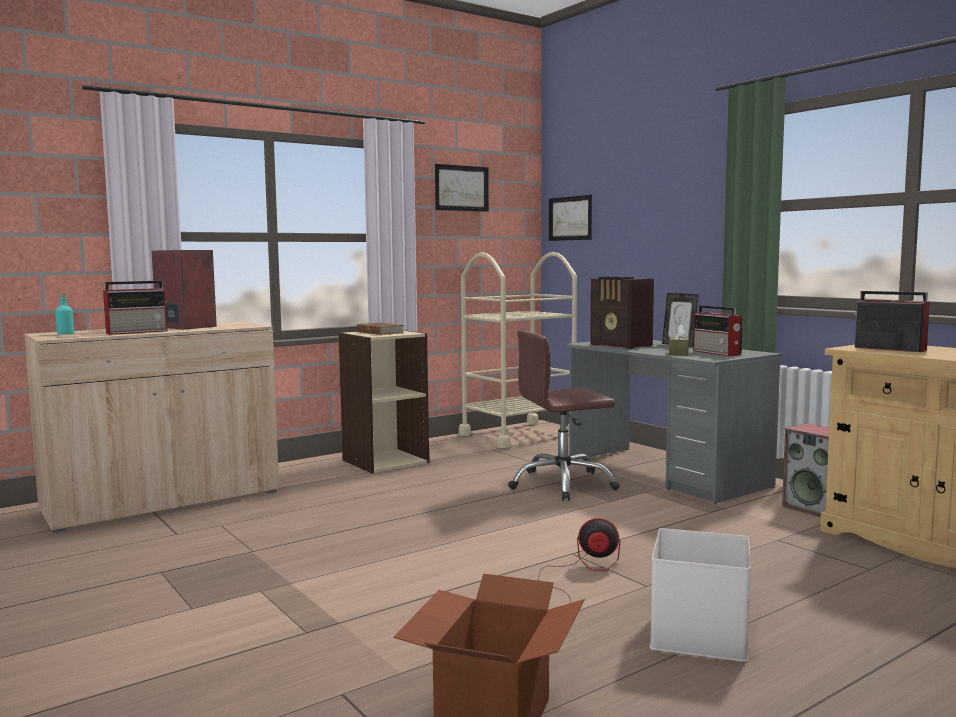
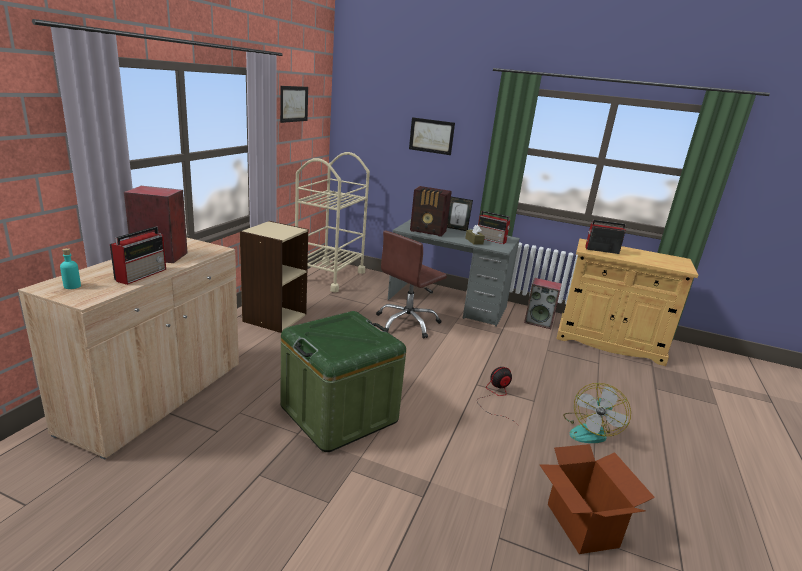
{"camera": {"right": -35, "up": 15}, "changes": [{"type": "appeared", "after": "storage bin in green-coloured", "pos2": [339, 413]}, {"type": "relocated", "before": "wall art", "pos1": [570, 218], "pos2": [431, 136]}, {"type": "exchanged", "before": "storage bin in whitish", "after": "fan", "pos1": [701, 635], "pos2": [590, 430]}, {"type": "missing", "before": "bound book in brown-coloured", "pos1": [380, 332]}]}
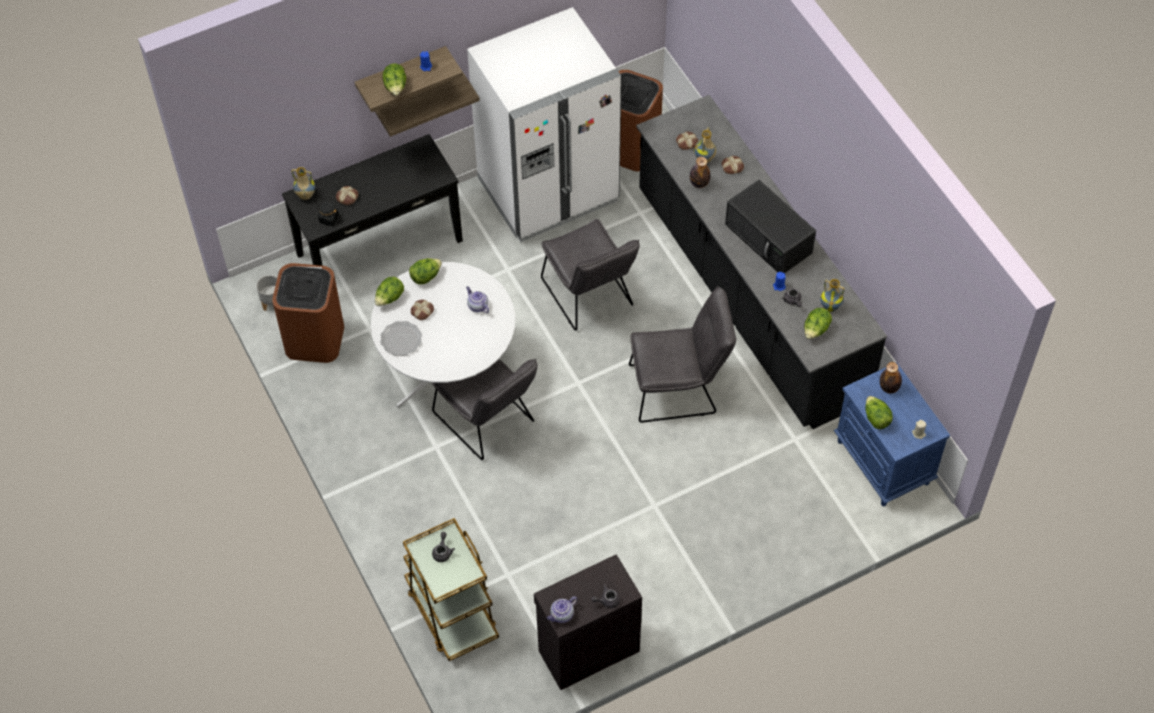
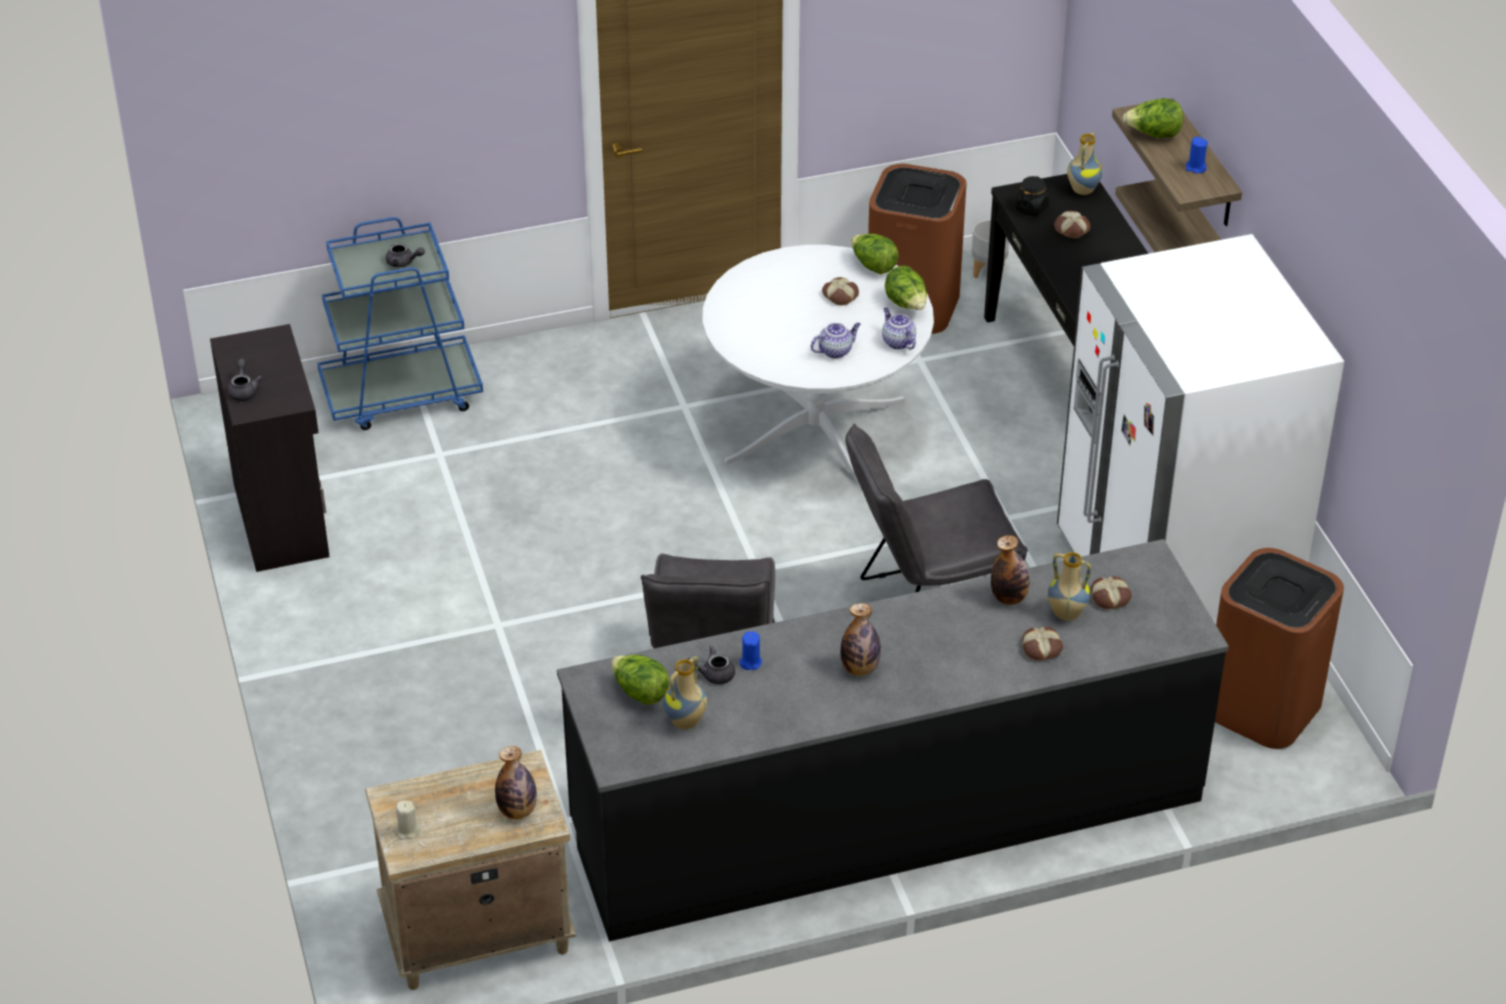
{"camera": {"right": 100, "up": -15}, "changes": [{"type": "colour", "before": "cart in brown-coloured", "after": "cart in blue-coloured", "pos1": [452, 612], "pos2": [402, 394]}, {"type": "colour", "before": "nightstand in blue-coloured", "after": "nightstand in beige", "pos1": [884, 462], "pos2": [476, 934]}, {"type": "exchanged", "before": "microwave in black-coloured", "after": "beverage bottle", "pos1": [769, 239], "pos2": [860, 668]}, {"type": "relocated", "before": "teapot", "pos1": [561, 615], "pos2": [897, 342]}, {"type": "missing", "before": "dinner plate", "pos1": [400, 339]}, {"type": "missing", "before": "upright chair in grey", "pos1": [488, 421]}, {"type": "missing", "before": "lettuce head", "pos1": [876, 418]}]}
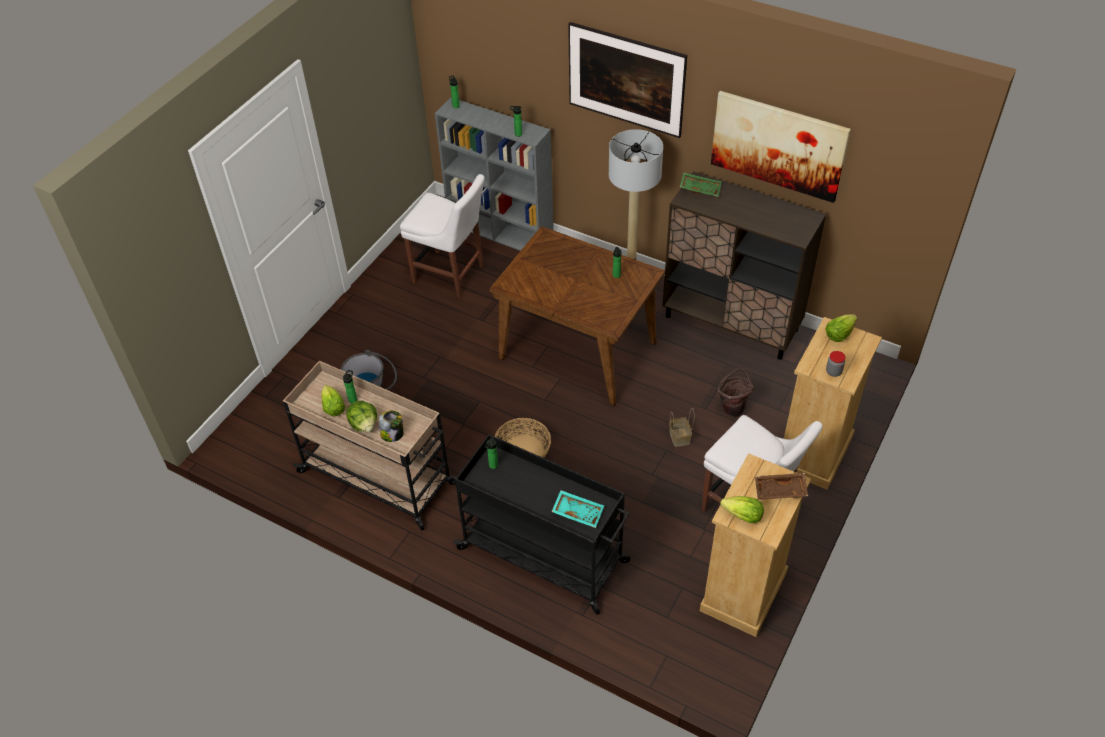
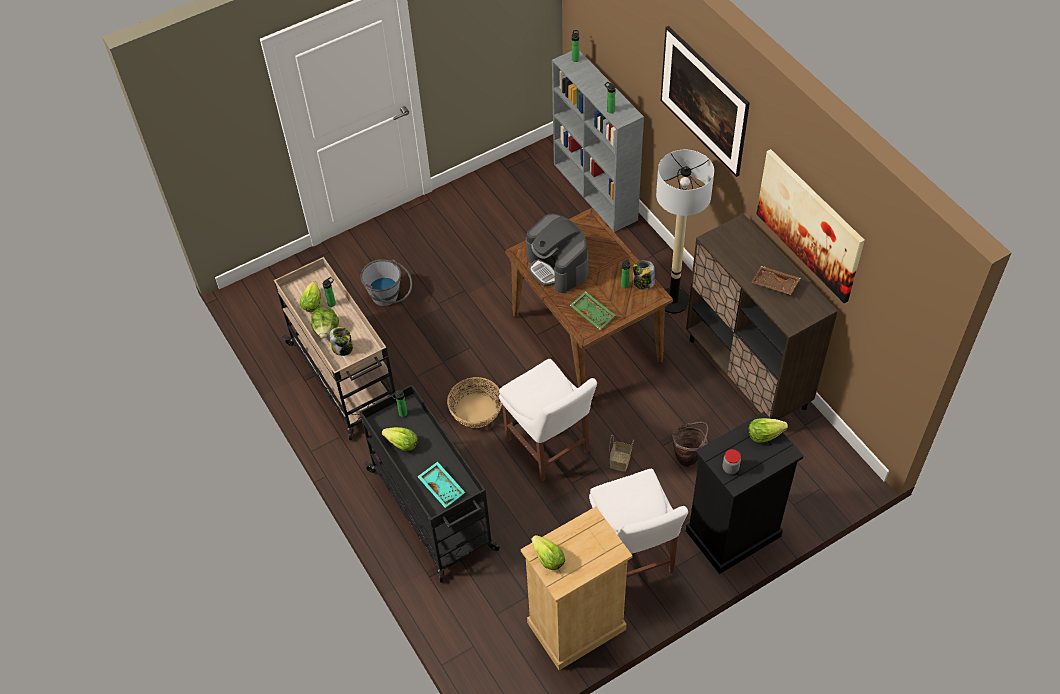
{"camera": {"right": 30, "up": 5}, "changes": [{"type": "appeared", "after": "lettuce head", "pos2": [402, 444]}, {"type": "relocated", "before": "upright chair in whitish", "pos1": [451, 275], "pos2": [549, 448]}, {"type": "appeared", "after": "coffee maker", "pos2": [557, 267]}, {"type": "relocated", "before": "carrying tray in green-coloured", "pos1": [700, 188], "pos2": [593, 313]}, {"type": "appeared", "after": "storage jar", "pos2": [643, 283]}, {"type": "colour", "before": "drawer chest in beige", "after": "drawer chest in black-coloured", "pos1": [814, 453], "pos2": [733, 534]}, {"type": "relocated", "before": "carrying tray in brown-coloured", "pos1": [780, 491], "pos2": [774, 285]}]}
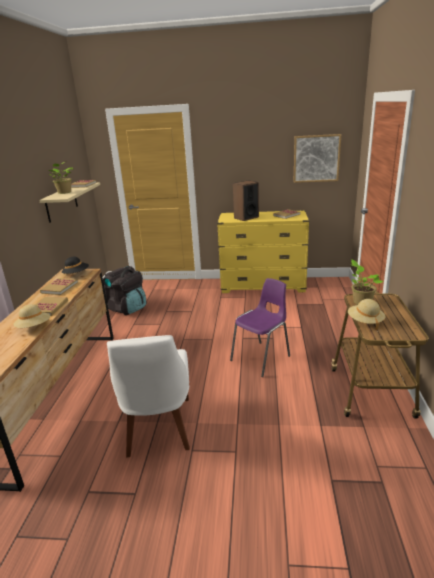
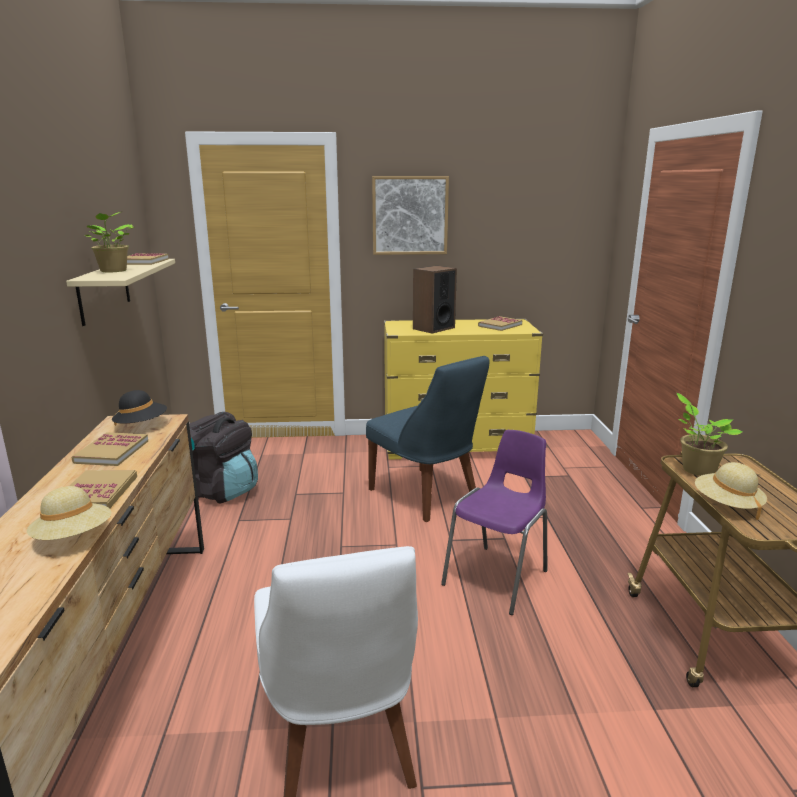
{"camera": {"right": -10, "up": -5}, "changes": [{"type": "appeared", "after": "upright chair in blue-coloured", "pos2": [426, 496]}, {"type": "relocated", "before": "wall art", "pos1": [316, 158], "pos2": [410, 215]}]}
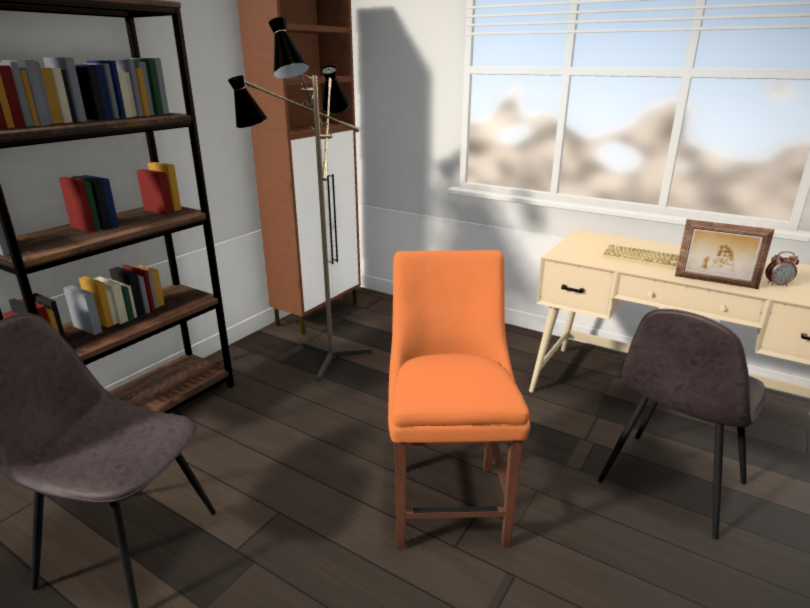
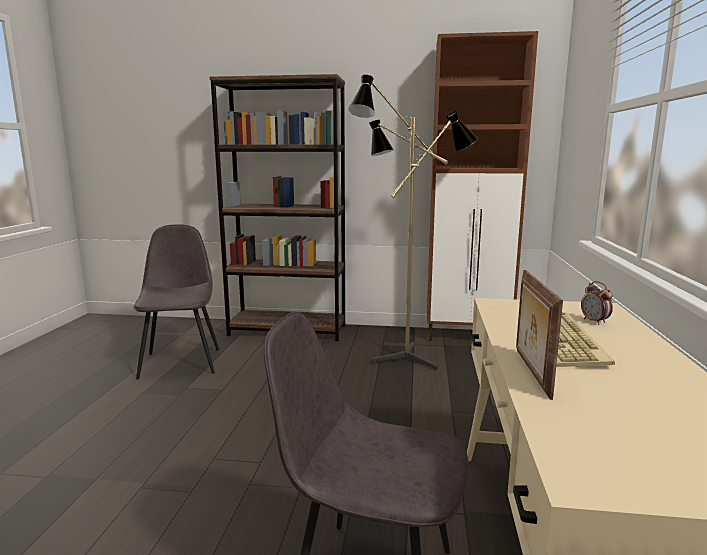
{"camera": {"right": 65, "up": -10}, "changes": [{"type": "relocated", "before": "table clock", "pos1": [777, 285], "pos2": [594, 321]}, {"type": "missing", "before": "upright chair in orangey", "pos1": [448, 499]}]}
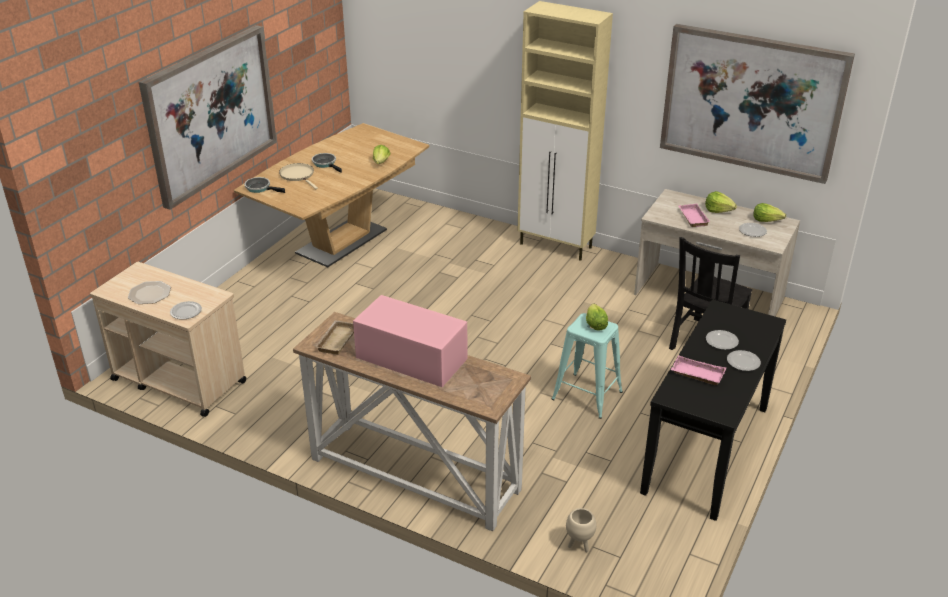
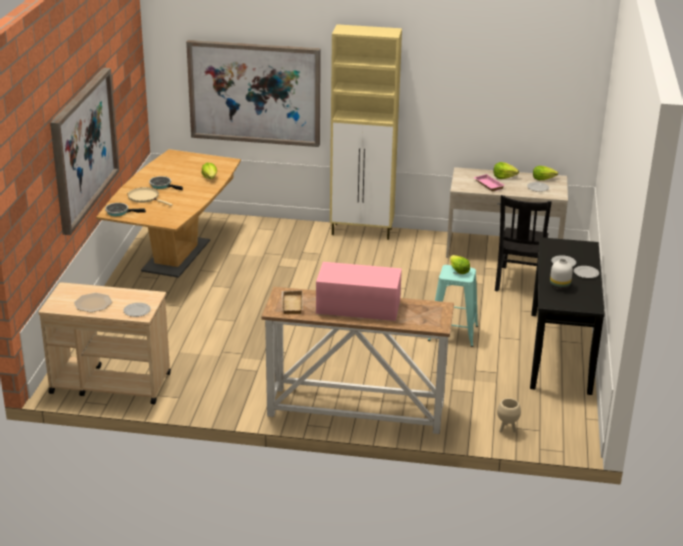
{"camera": {"right": -20, "up": -5}, "changes": [{"type": "relocated", "before": "wall art", "pos1": [752, 102], "pos2": [254, 92]}, {"type": "exchanged", "before": "carrying tray in pinkish", "after": "flower vase in whitish", "pos1": [696, 374], "pos2": [559, 286]}]}
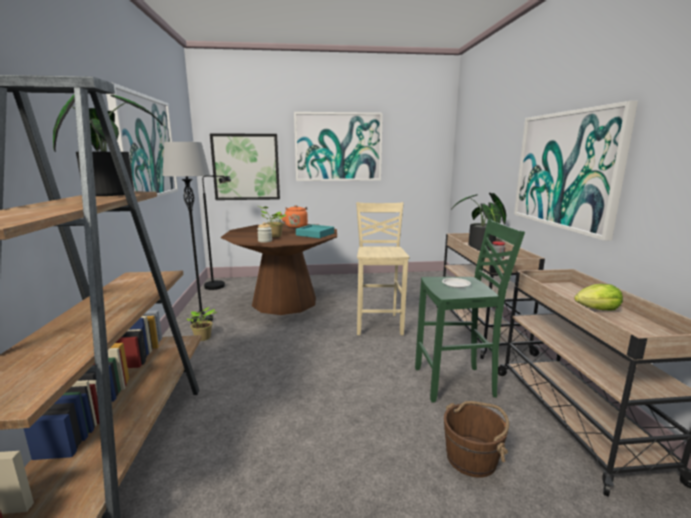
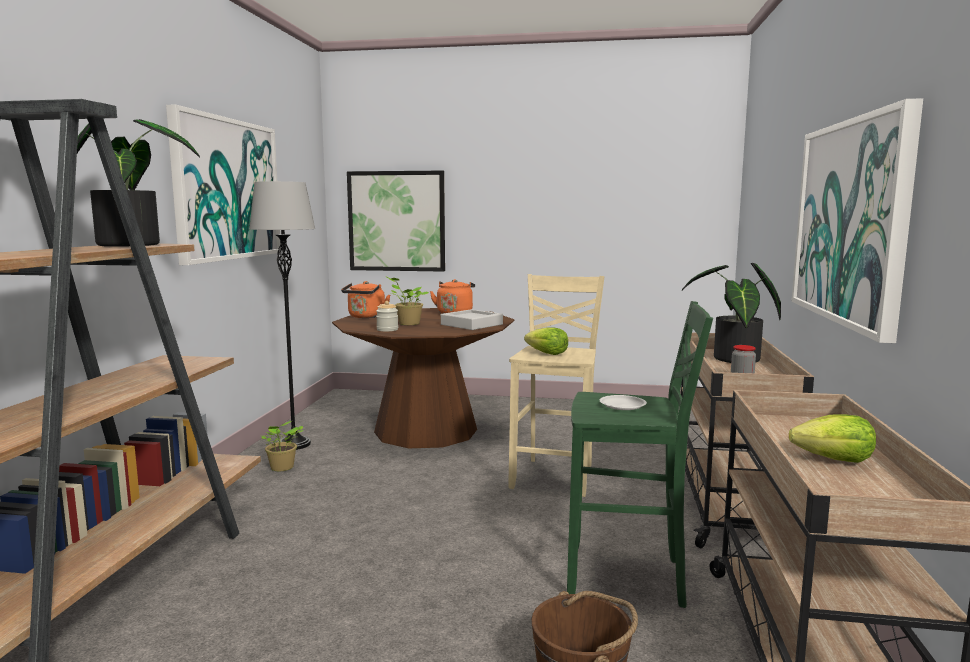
{"camera": {"right": 15, "up": -5}, "changes": [{"type": "appeared", "after": "kettle in orangey", "pos2": [366, 317]}, {"type": "colour", "before": "carrying tray in turquoise", "after": "carrying tray in grey", "pos1": [315, 234], "pos2": [471, 324]}, {"type": "appeared", "after": "lettuce head", "pos2": [547, 353]}, {"type": "missing", "before": "standard lamp in black-coloured", "pos1": [219, 287]}, {"type": "missing", "before": "wall art", "pos1": [338, 147]}]}
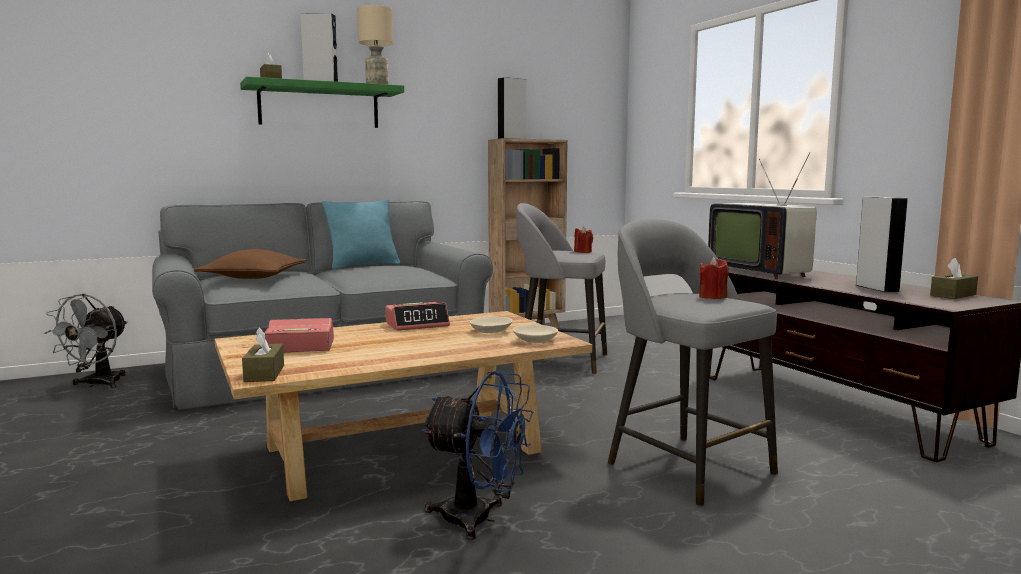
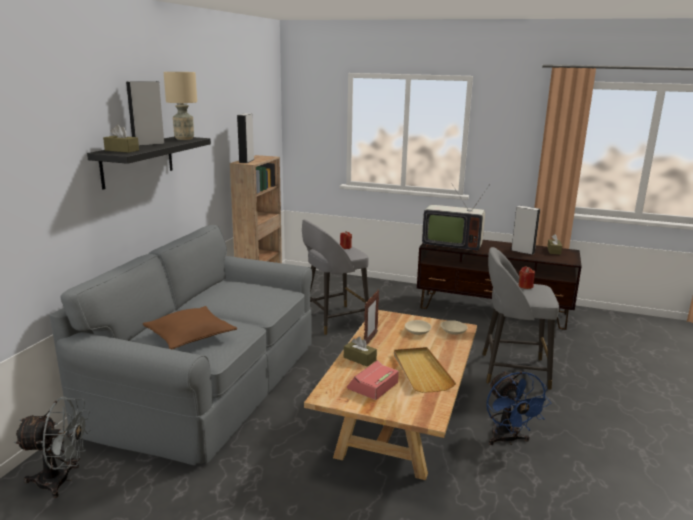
{"camera": {"right": -45, "up": 10}, "changes": [{"type": "spun", "before": "fan in grey", "pos1": [97, 384], "pos2": [61, 481], "turn": -60}, {"type": "colour", "before": "bracket shelf in green-coloured", "after": "bracket shelf in black-coloured", "pos1": [319, 106], "pos2": [138, 161]}, {"type": "relocated", "before": "tissue holder in brown-coloured", "pos1": [264, 373], "pos2": [359, 359]}, {"type": "exchanged", "before": "table clock", "after": "picture frame", "pos1": [417, 325], "pos2": [370, 340]}, {"type": "appeared", "after": "carrying tray in beige", "pos2": [421, 371]}, {"type": "spun", "before": "fan in blue-coloured", "pos1": [479, 519], "pos2": [507, 440], "turn": 105}, {"type": "missing", "before": "cushion in turquoise", "pos1": [363, 265]}]}
